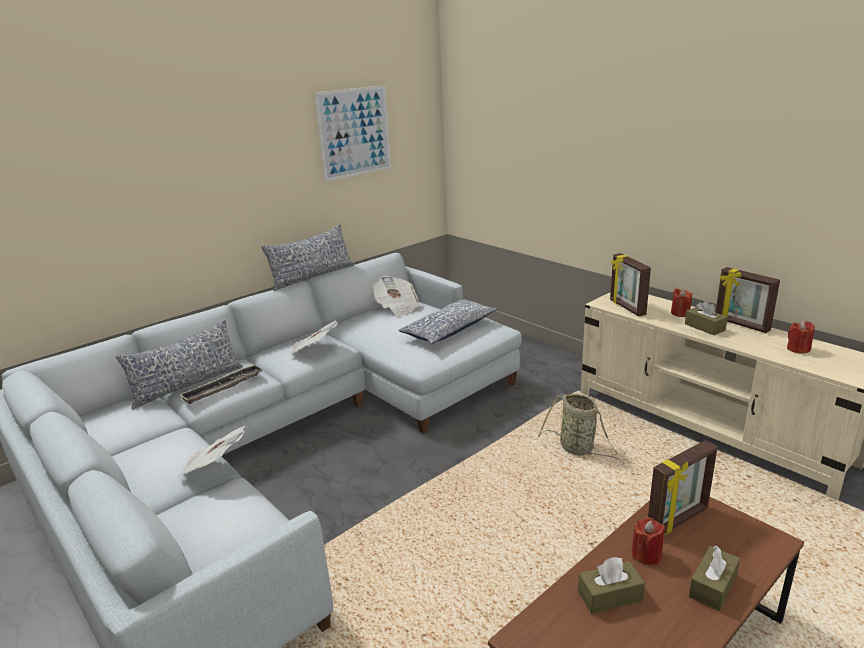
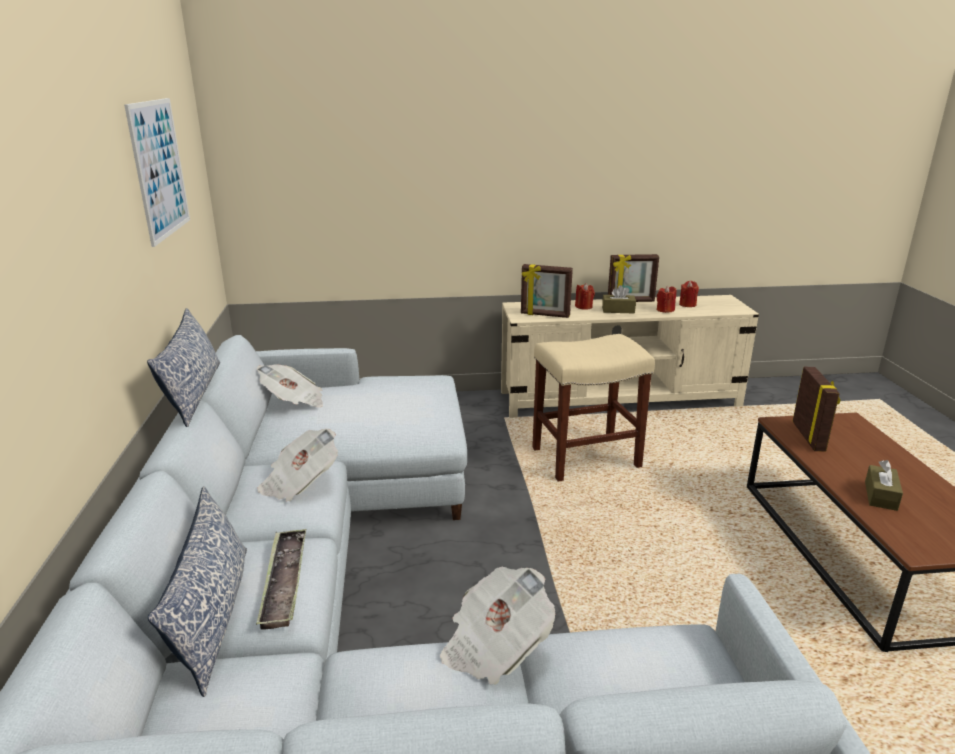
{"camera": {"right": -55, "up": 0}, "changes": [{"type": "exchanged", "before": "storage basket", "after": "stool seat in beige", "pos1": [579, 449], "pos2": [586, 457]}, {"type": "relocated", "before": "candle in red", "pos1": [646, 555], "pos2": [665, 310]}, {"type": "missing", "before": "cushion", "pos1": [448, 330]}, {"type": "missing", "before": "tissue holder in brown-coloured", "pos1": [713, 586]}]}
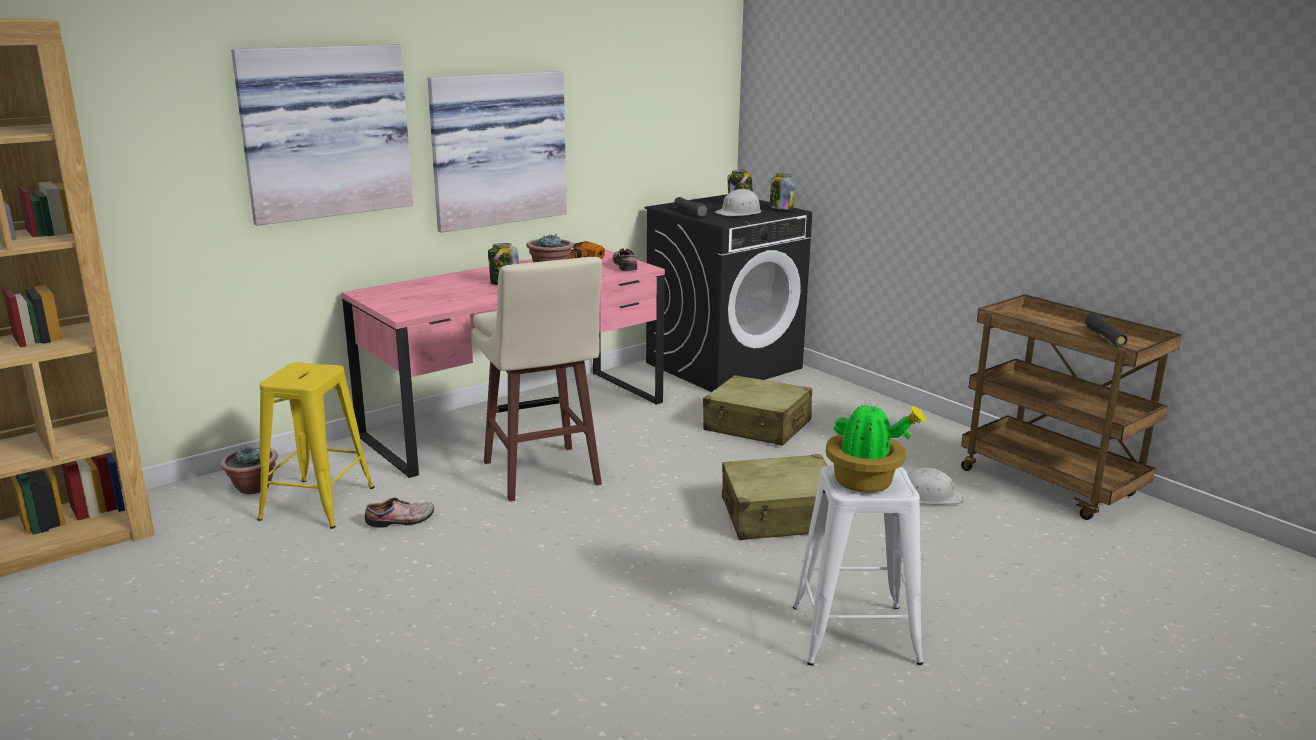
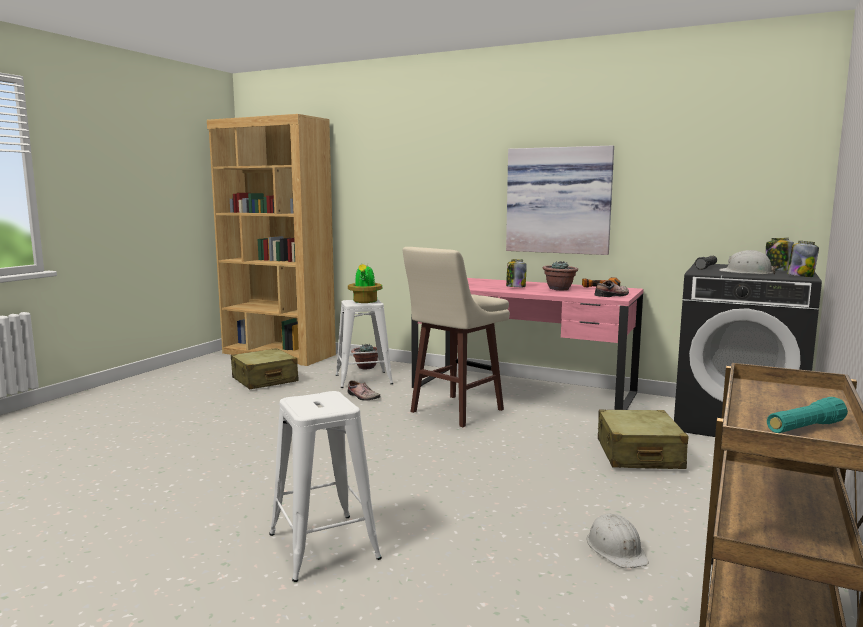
{"camera": {"right": 65, "up": -10}, "changes": [{"type": "relocated", "before": "suitcase in beige", "pos1": [780, 516], "pos2": [264, 380]}, {"type": "colour", "before": "stool seat in yellowish", "after": "stool seat in whitish", "pos1": [318, 503], "pos2": [363, 380]}, {"type": "relocated", "before": "plant in a pot", "pos1": [866, 483], "pos2": [365, 302]}, {"type": "colour", "before": "torch in black-coloured", "after": "torch in turquoise", "pos1": [1105, 338], "pos2": [805, 428]}, {"type": "missing", "before": "wall art", "pos1": [324, 132]}]}
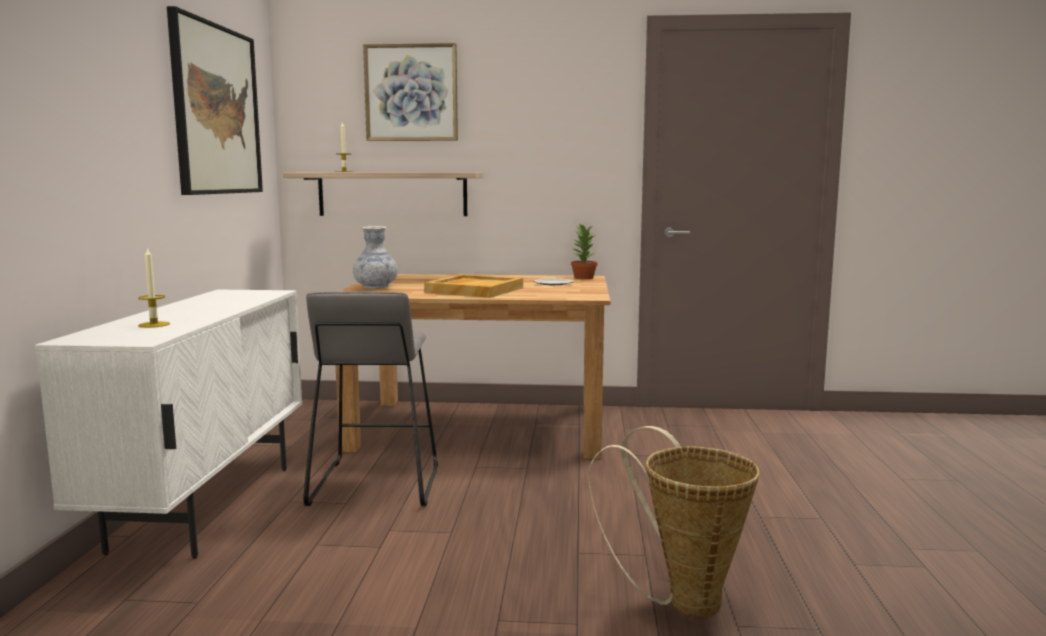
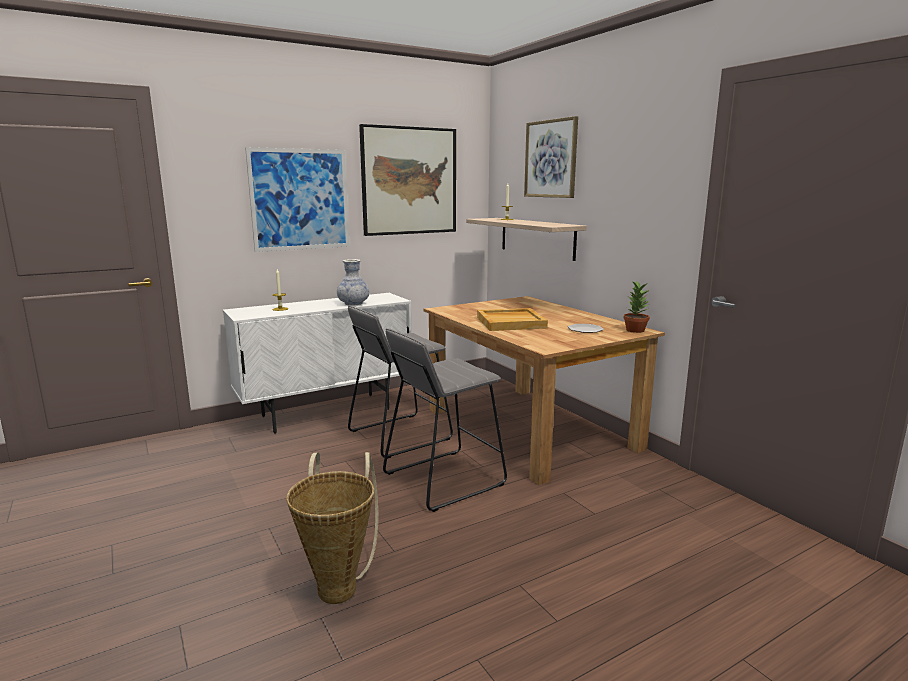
{"camera": {"right": 55, "up": 5}, "changes": [{"type": "appeared", "after": "wall art", "pos2": [300, 199]}, {"type": "relocated", "before": "flower vase", "pos1": [375, 287], "pos2": [353, 303]}, {"type": "appeared", "after": "stool seat in grey", "pos2": [443, 479]}]}
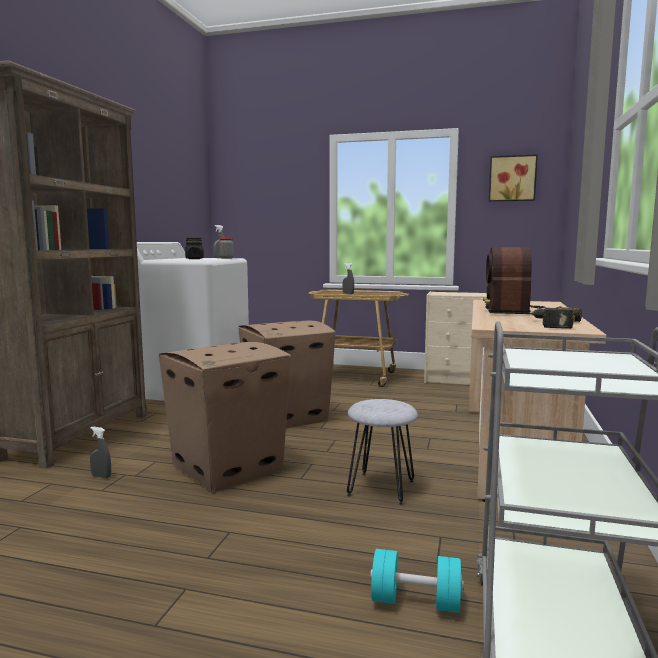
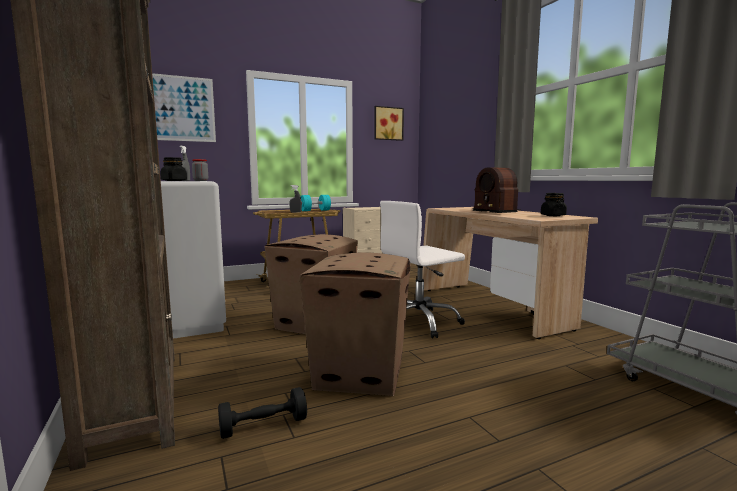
{"camera": {"right": -40, "up": 0}, "changes": [{"type": "appeared", "after": "wall art", "pos2": [181, 108]}, {"type": "exchanged", "before": "hand sprayer in grey", "after": "hand weight in black-coloured", "pos1": [101, 476], "pos2": [263, 426]}, {"type": "relocated", "before": "hand weight in turquoise", "pos1": [415, 601], "pos2": [315, 210]}, {"type": "appeared", "after": "office chair in whitish", "pos2": [419, 322]}, {"type": "exchanged", "before": "power drill", "after": "storage jar in black-coloured", "pos1": [551, 324], "pos2": [552, 215]}, {"type": "missing", "before": "stool seat in grey", "pos1": [381, 488]}]}
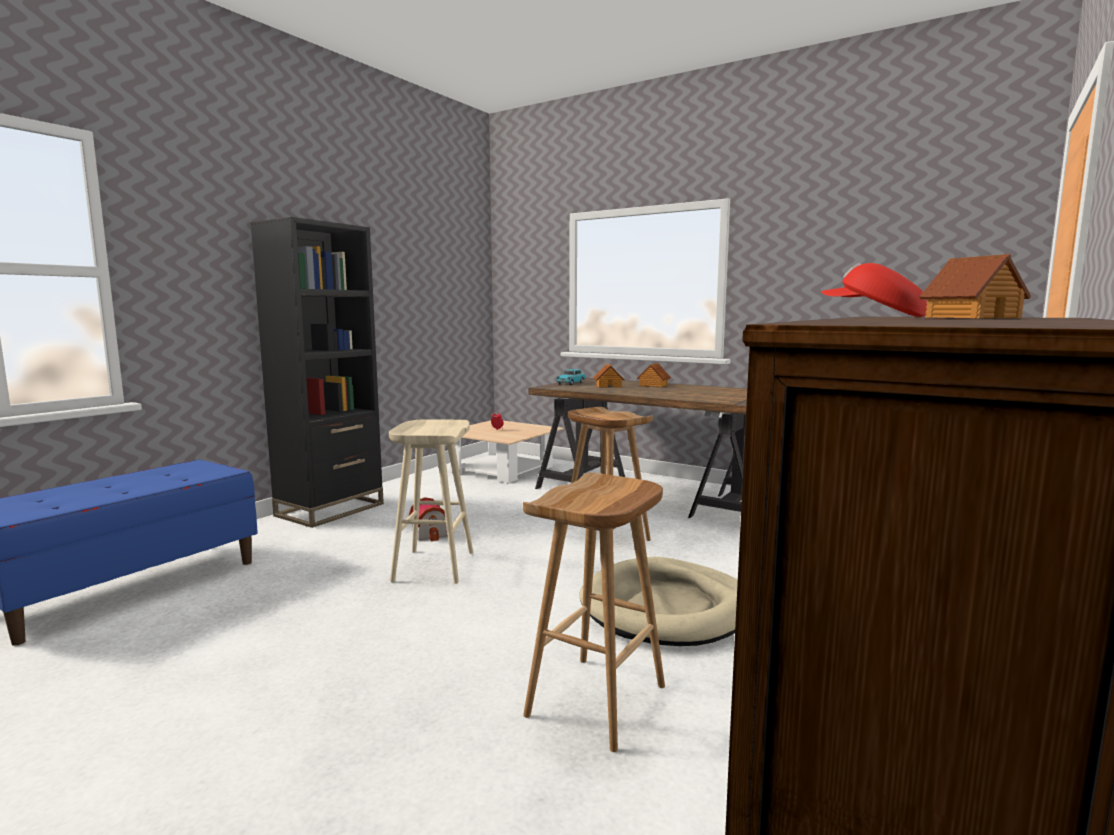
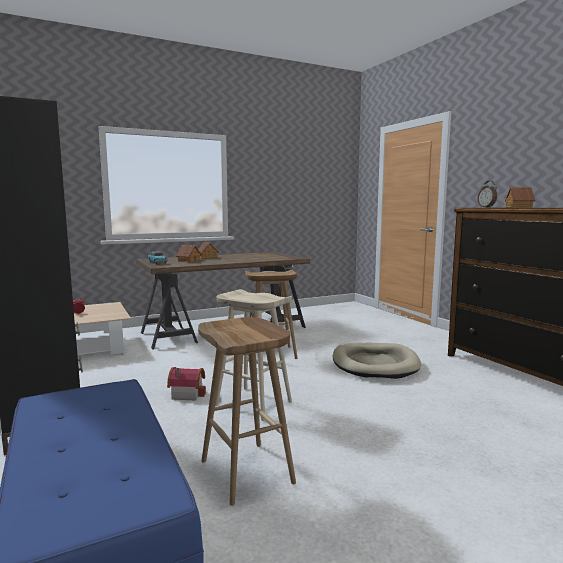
{"camera": {"right": -60, "up": 0}, "changes": [{"type": "relocated", "before": "stool seat in brown-coloured", "pos1": [597, 702], "pos2": [248, 472]}, {"type": "exchanged", "before": "cap in red", "after": "table clock", "pos1": [872, 316], "pos2": [486, 207]}]}
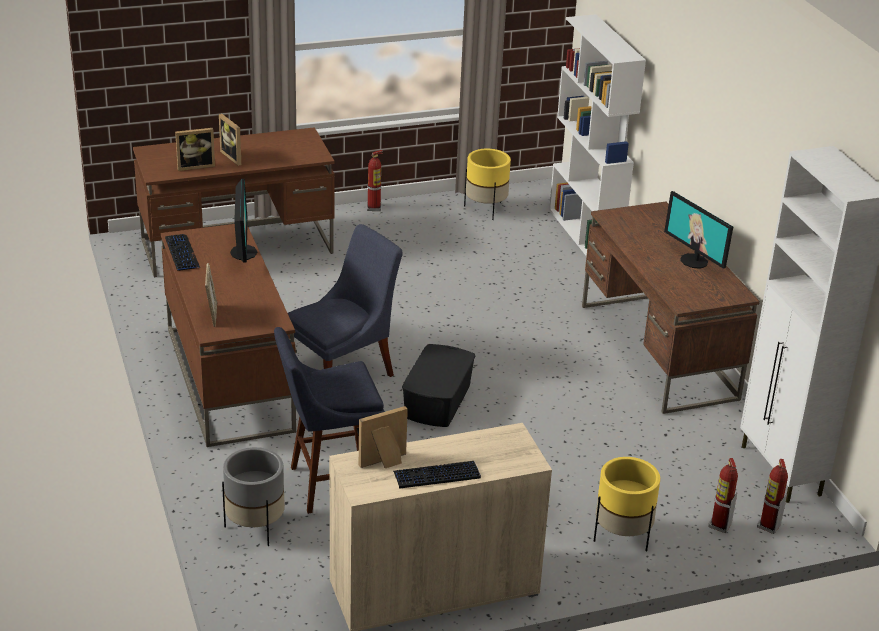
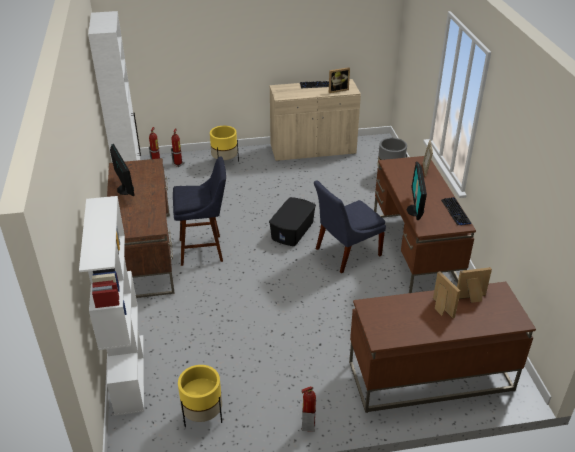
{"camera": {"right": -170, "up": 5}, "changes": [{"type": "relocated", "before": "stool seat in blue-coloured", "pos1": [328, 485], "pos2": [204, 250]}]}
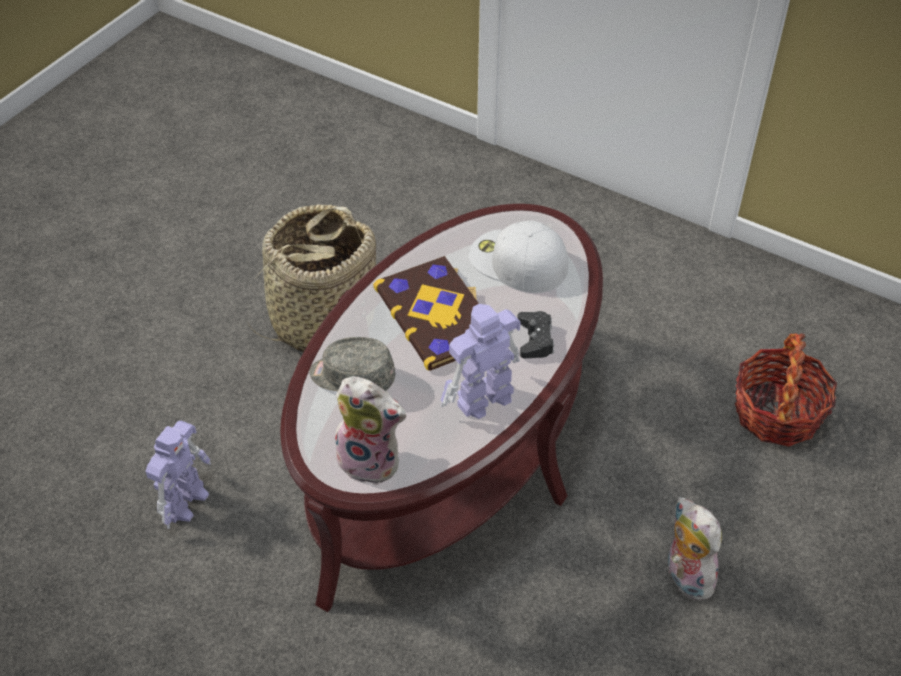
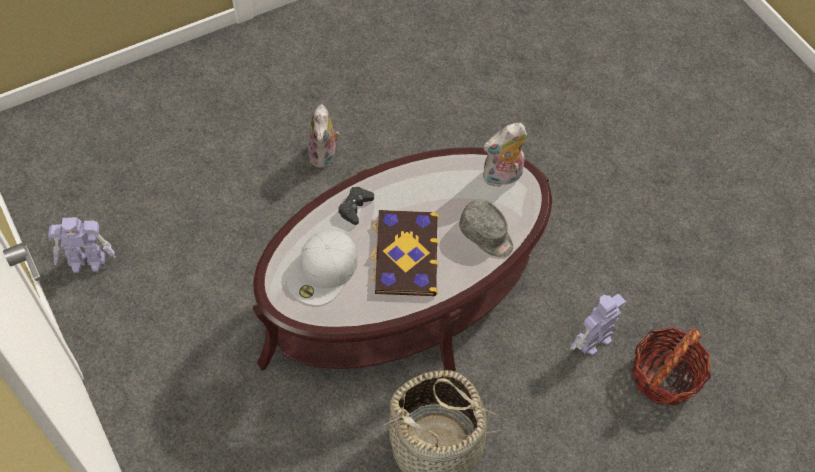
{"camera": {"right": -155, "up": 10}, "changes": [{"type": "relocated", "before": "model robot", "pos1": [482, 398], "pos2": [88, 261]}, {"type": "spun", "before": "cap in whitish", "pos1": [517, 261], "pos2": [323, 271], "turn": 60}, {"type": "spun", "before": "cuddly toy", "pos1": [372, 460], "pos2": [501, 178], "turn": -75}, {"type": "relocated", "before": "storage basket", "pos1": [777, 413], "pos2": [664, 376]}]}
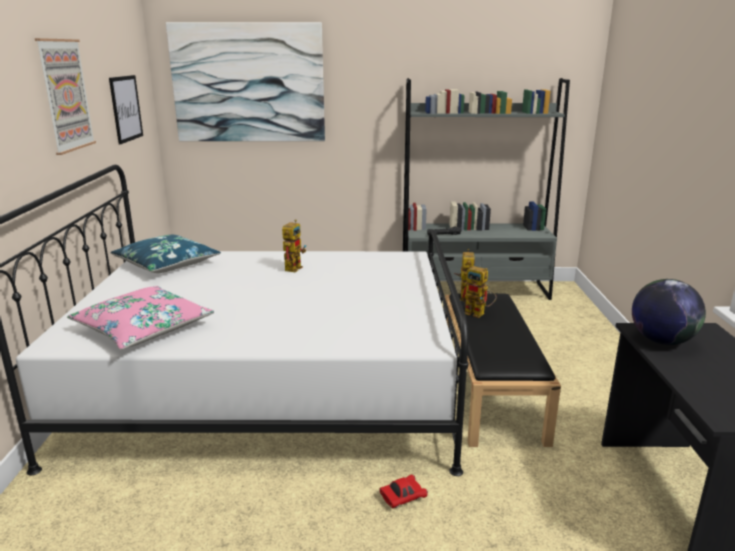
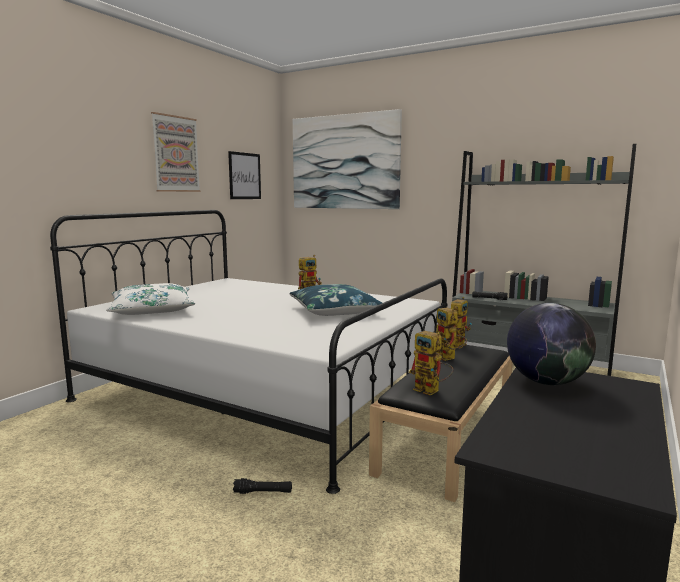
{"camera": {"right": 30, "up": -10}, "changes": [{"type": "colour", "before": "cushion in pinkish", "after": "cushion in whitish", "pos1": [144, 329], "pos2": [152, 310]}, {"type": "exchanged", "before": "model car in red", "after": "torch in black-coloured", "pos1": [402, 498], "pos2": [263, 492]}, {"type": "relocated", "before": "cushion in blue-coloured", "pos1": [167, 264], "pos2": [335, 311]}, {"type": "appeared", "after": "model robot", "pos2": [431, 391]}]}
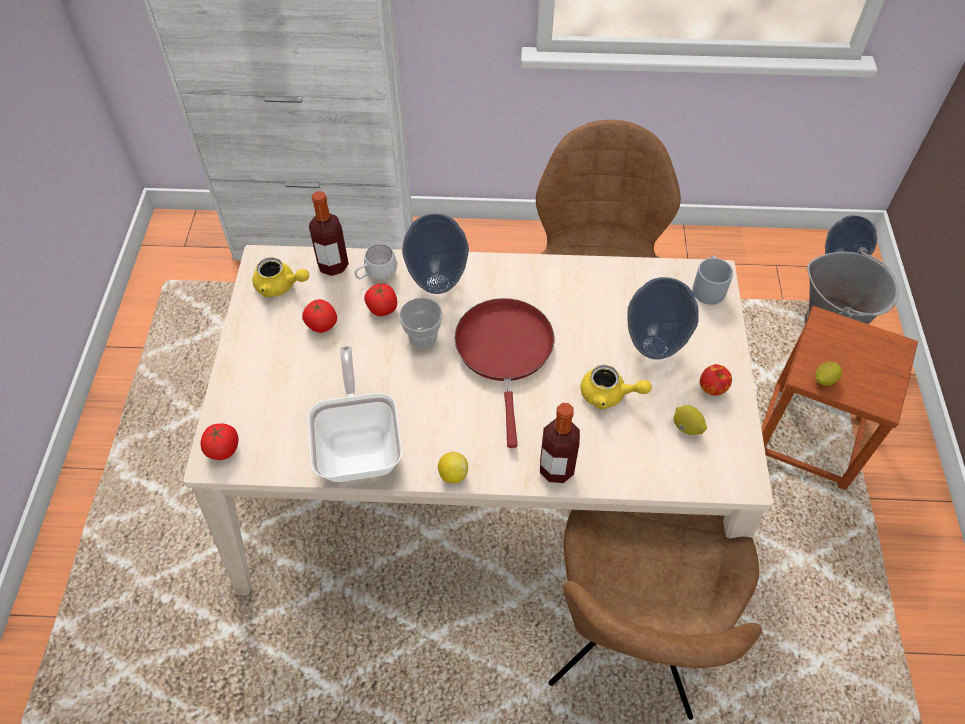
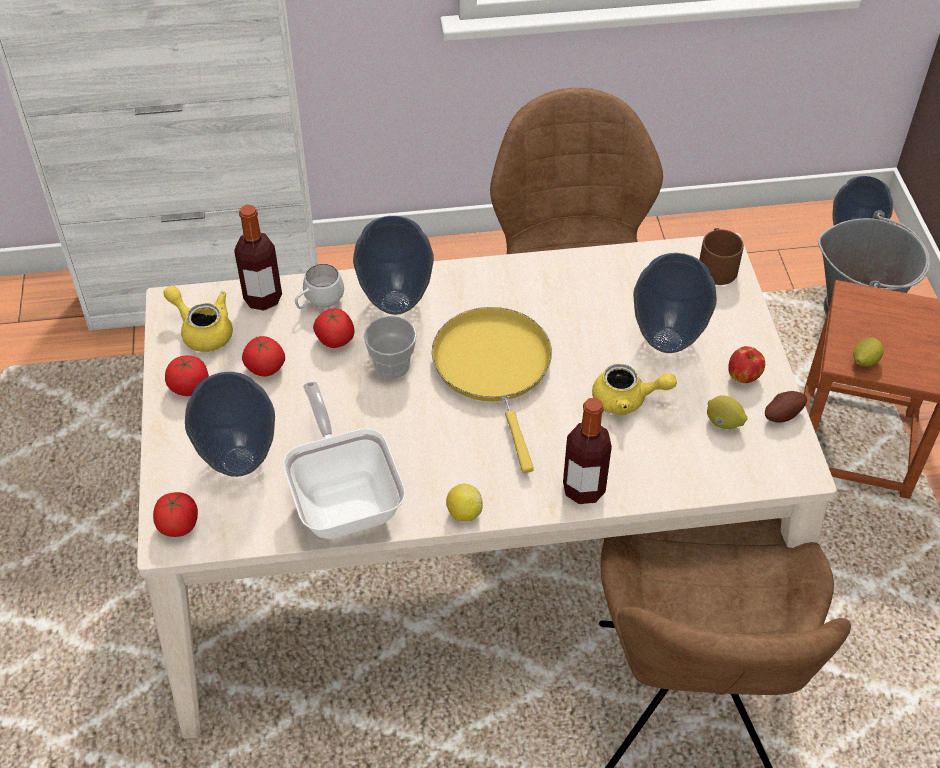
{"camera": {"right": -10, "up": -5}, "changes": [{"type": "spun", "before": "teapot in yellowish", "pos1": [280, 286], "pos2": [203, 330], "turn": -150}, {"type": "appeared", "after": "whole tomato", "pos2": [189, 387]}, {"type": "appeared", "after": "flower vase", "pos2": [238, 462]}, {"type": "colour", "before": "pan in red", "after": "pan in yellowish", "pos1": [505, 351], "pos2": [494, 368]}, {"type": "colour", "before": "coffee mug in grey", "after": "coffee mug in brown-coloured", "pos1": [708, 287], "pos2": [715, 266]}, {"type": "appeared", "after": "spud", "pos2": [782, 414]}]}
